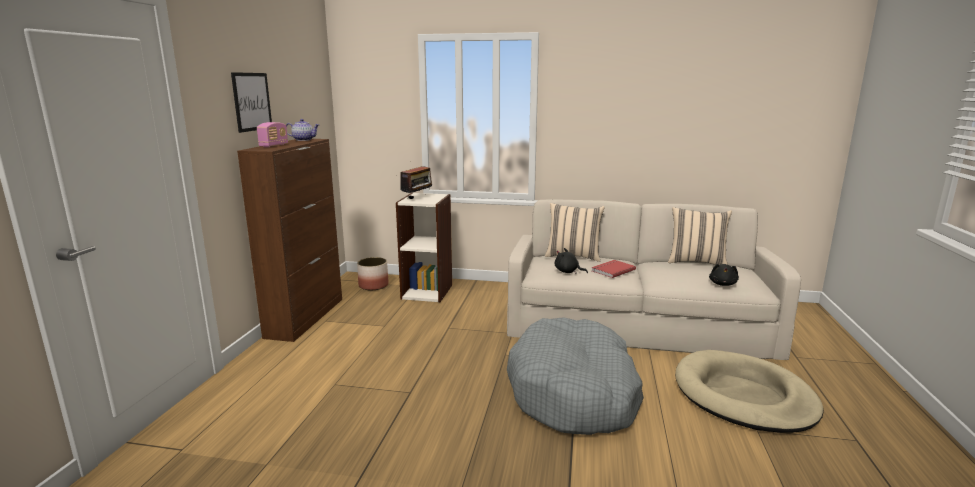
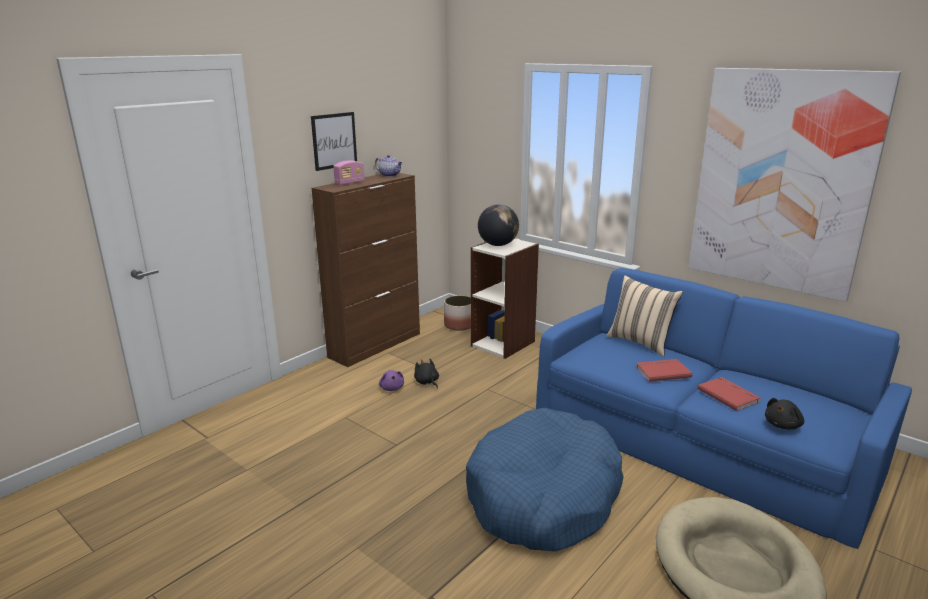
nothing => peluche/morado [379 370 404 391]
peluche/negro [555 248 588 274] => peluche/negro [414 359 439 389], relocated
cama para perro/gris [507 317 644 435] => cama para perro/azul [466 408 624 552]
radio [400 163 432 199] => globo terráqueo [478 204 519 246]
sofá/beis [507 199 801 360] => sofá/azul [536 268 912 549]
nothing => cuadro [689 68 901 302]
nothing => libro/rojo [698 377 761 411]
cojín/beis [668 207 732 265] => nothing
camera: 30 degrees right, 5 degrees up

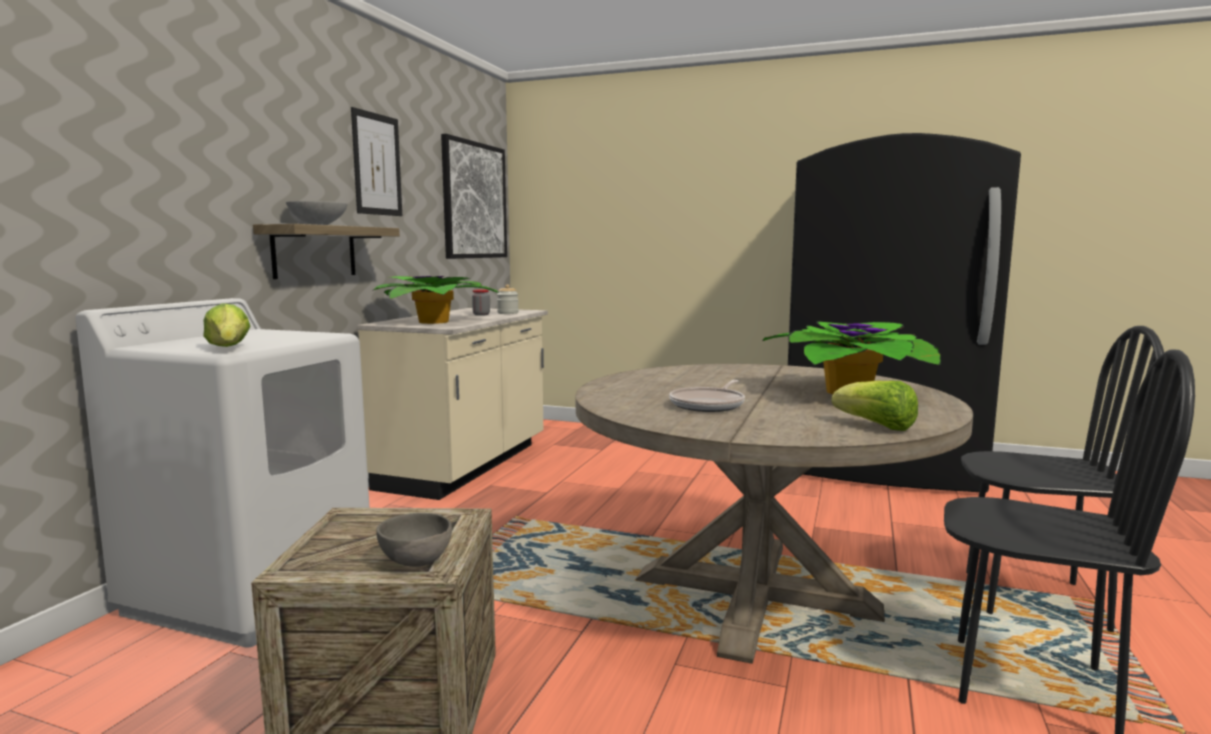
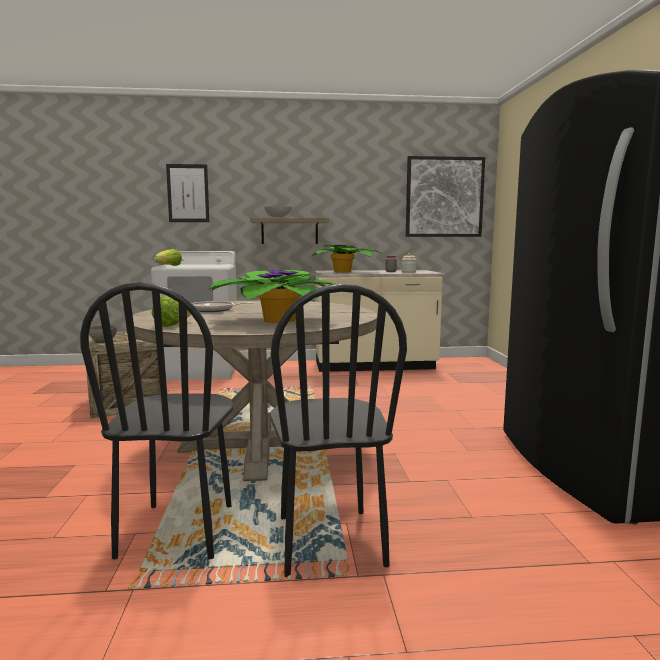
cuadro [351 107 402 216] => cuadro [166 164 209 222], relocated
camera: 65 degrees right, 0 degrees up

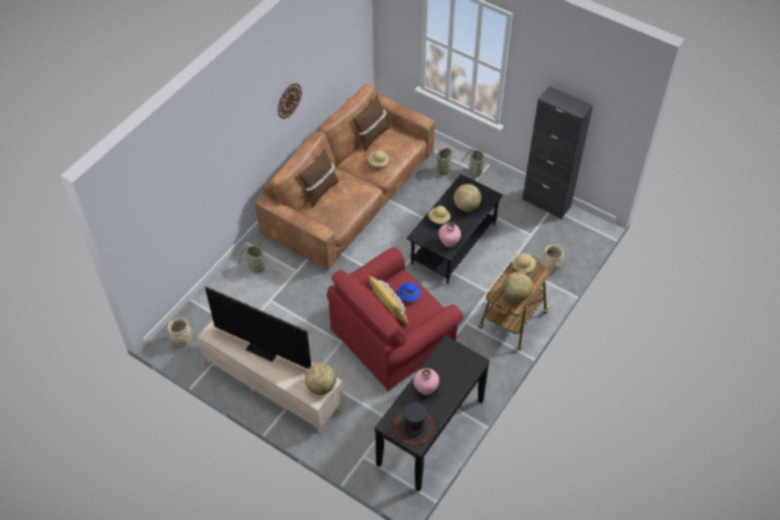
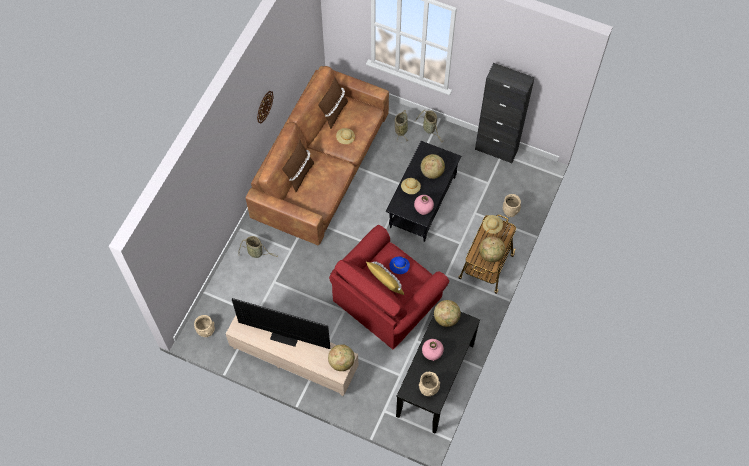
sombrero [393 402 435 446] => florero/beis [419 372 440 396]
nothing => globo terráqueo [434 300 461 327]
camera: 10 degrees left, 10 degrees up

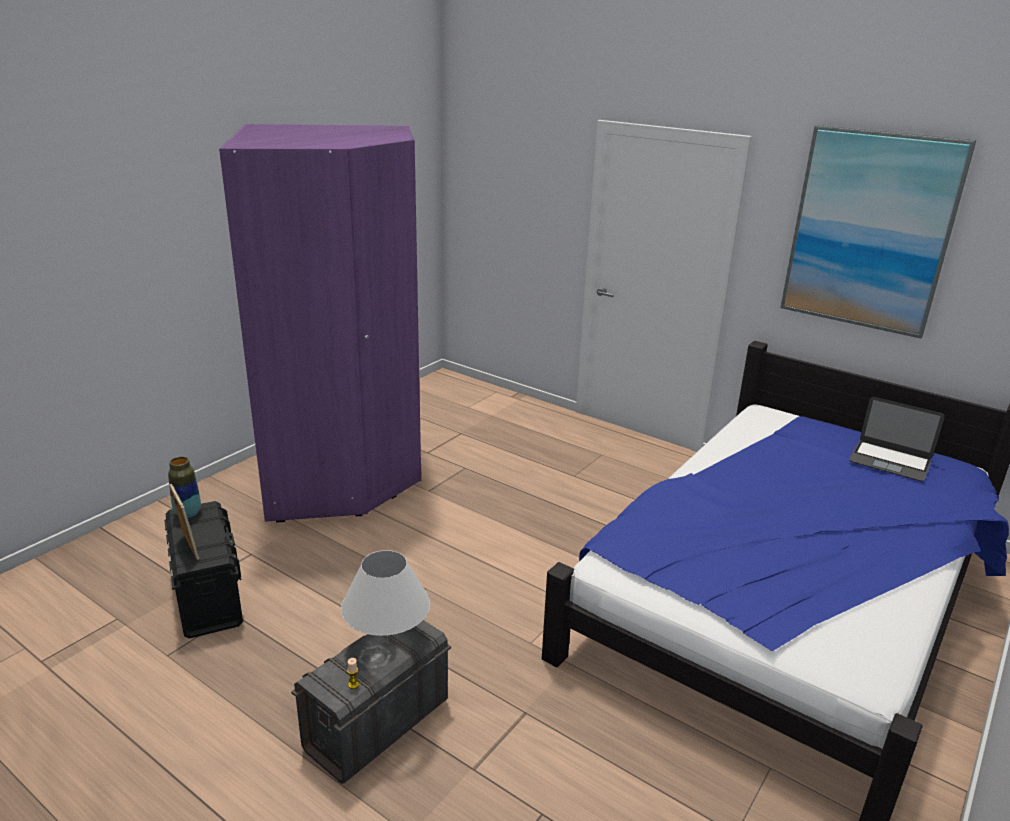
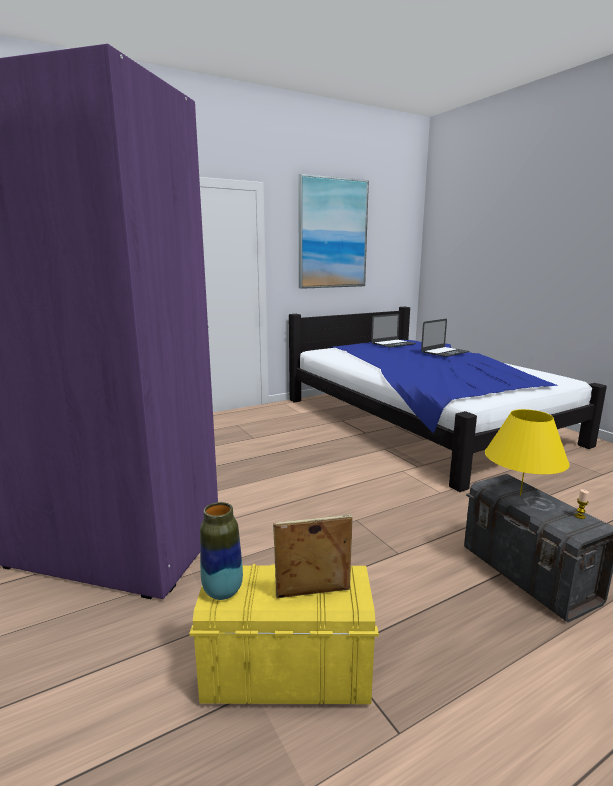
caja de almacenaje/negro [164 501 243 639] => caja de almacenaje/amarillo [189 564 379 704]
nothing => portátil [421 319 469 357]
lámpara de mesa/blanco [341 550 430 643] => lámpara de mesa/amarillo [485 409 570 496]
camera: 65 degrees left, 10 degrees down

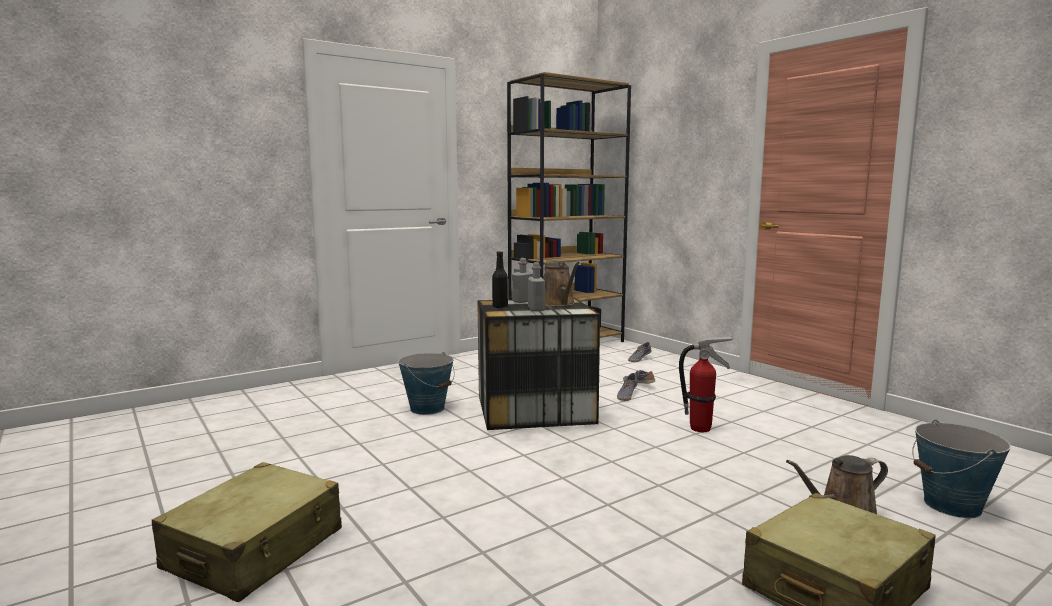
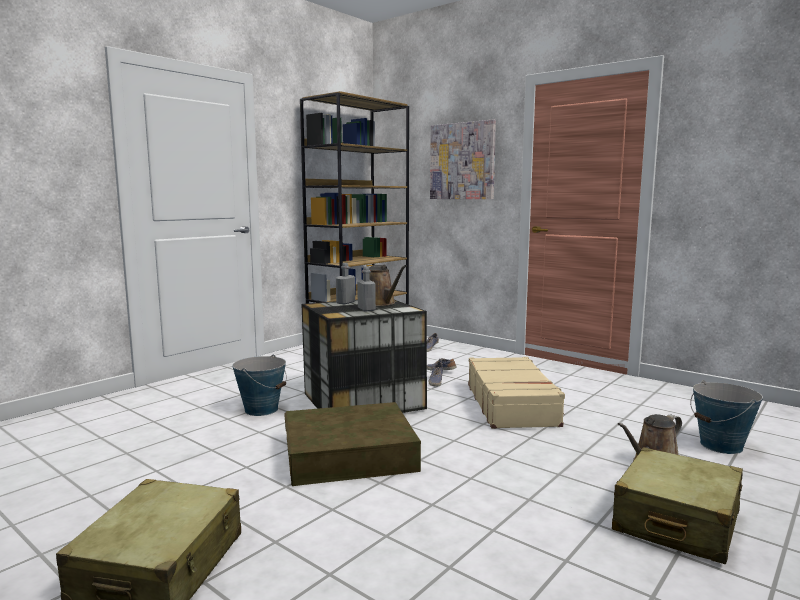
nothing => caja de almacenaje/marrón [284 402 421 486]
nothing => cuadro [430 119 496 199]
extintor [679 336 733 432] => maleta/beis [468 357 565 429]
botella/negro [492 251 508 308] => nothing
camera: 15 degrees left, 0 degrees up

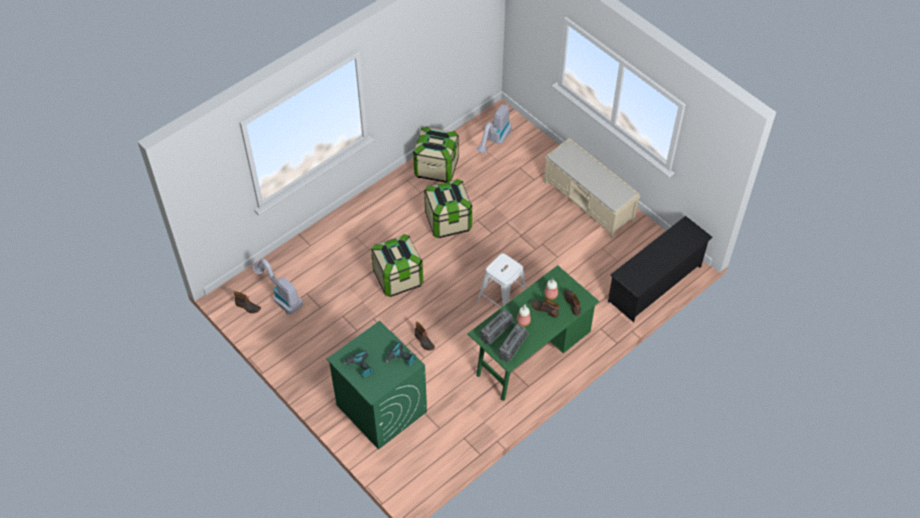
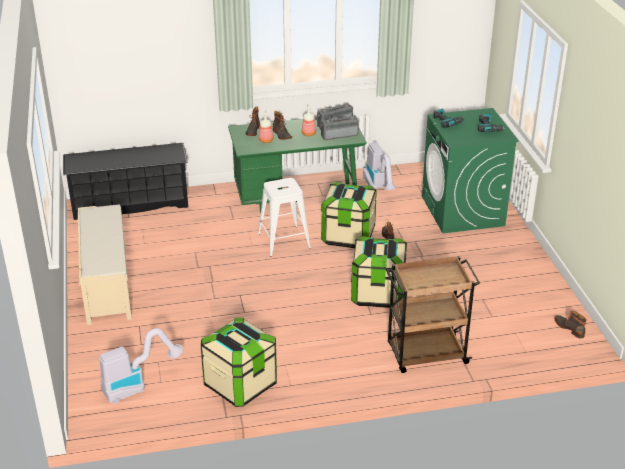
caja de almacenaje [424 179 472 238] => caja de almacenaje [321 182 377 248], relocated
aspiradora [253 258 303 315] => aspiradora [363 142 397 190], relocated
nothing => carrito/marrón [386 256 480 373]
camera: 150 degrees left, 20 degrees down

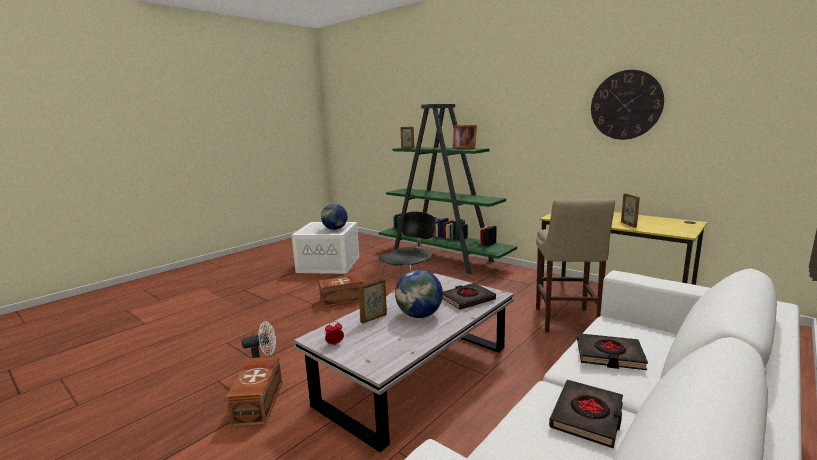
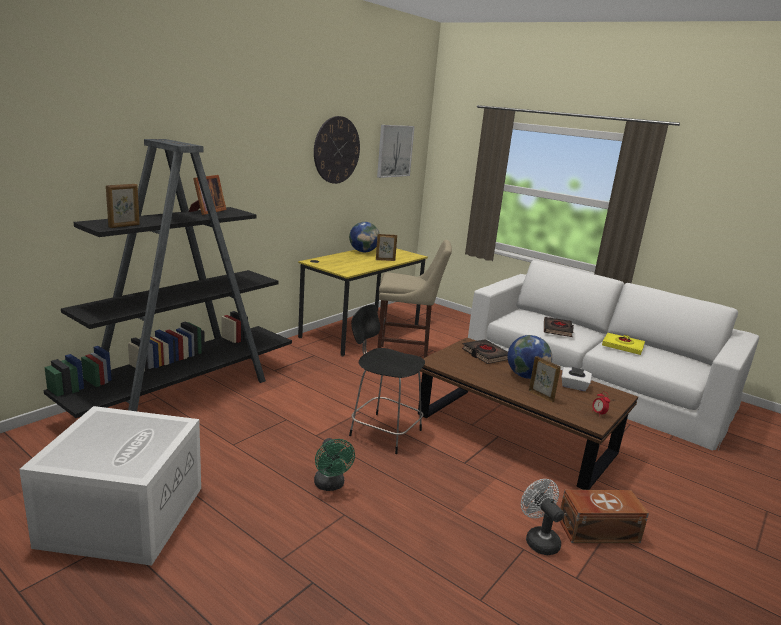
estantería/verde [378 104 517 274] => estantería/negro [44 139 292 418]
caja de almacenaje/marrón [319 275 364 308] => ventilador/verde [314 438 355 491]
globo terráqueo [321 204 347 230] => globo terráqueo [349 222 379 252], relocated
nothing => cuadro [377 125 415 178]
mesa de centro/blanco [294 273 514 452] => mesa de centro/marrón [418 338 638 490]
nothing => caja de pañuelos/blanco [561 367 592 391]
libro/negro [549 380 623 449] => libro/amarillo [602 333 645 355]
camera: 95 degrees left, 5 degrees up

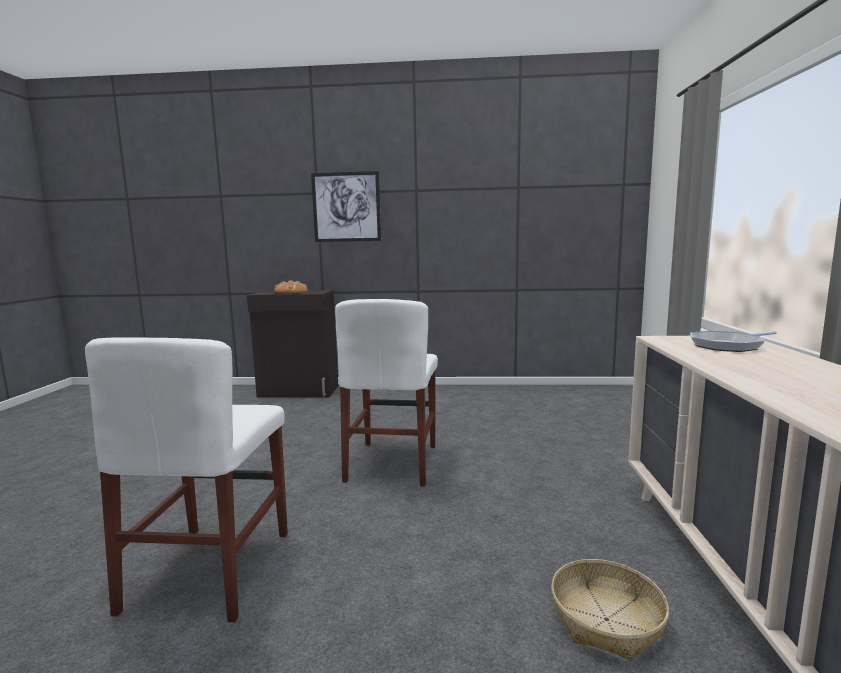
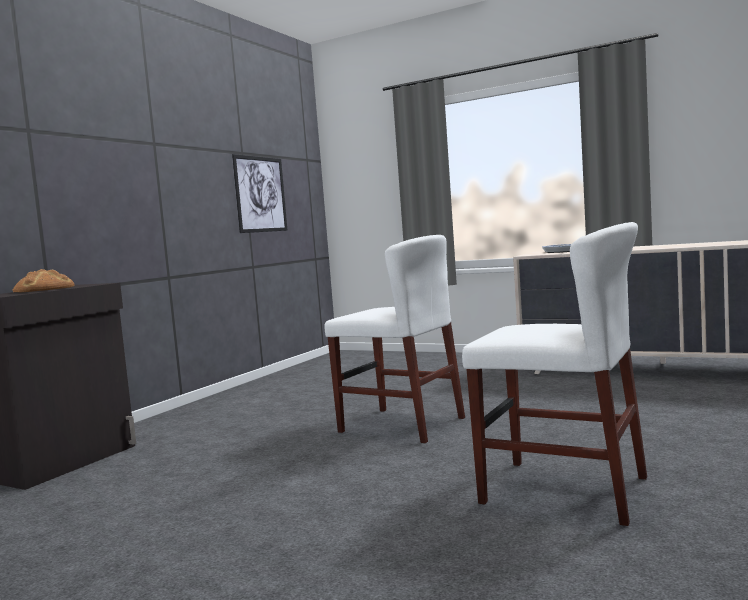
cuadro [311 171 381 242] => cuadro [232 154 287 233], relocated
cesta [551 559 669 661] => nothing
camera: 65 degrees left, 5 degrees down

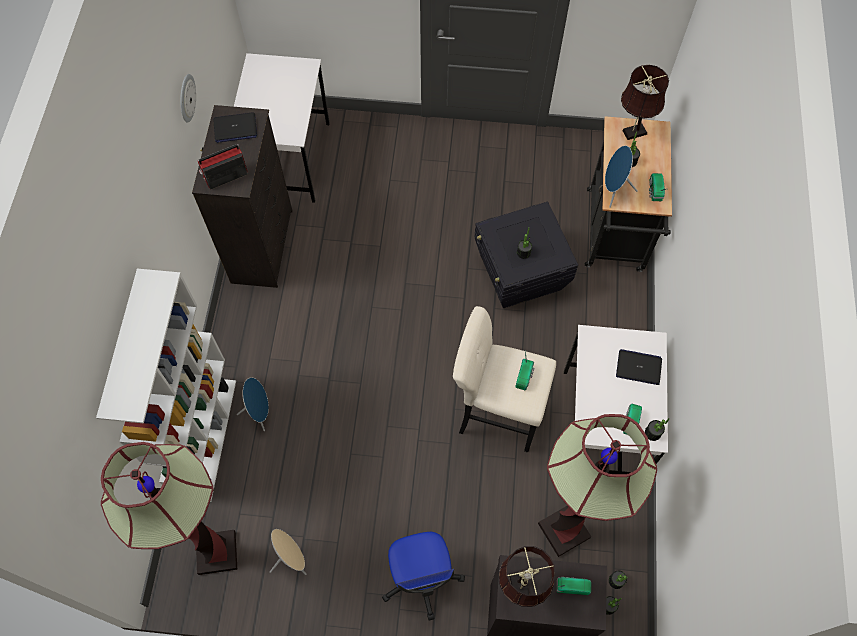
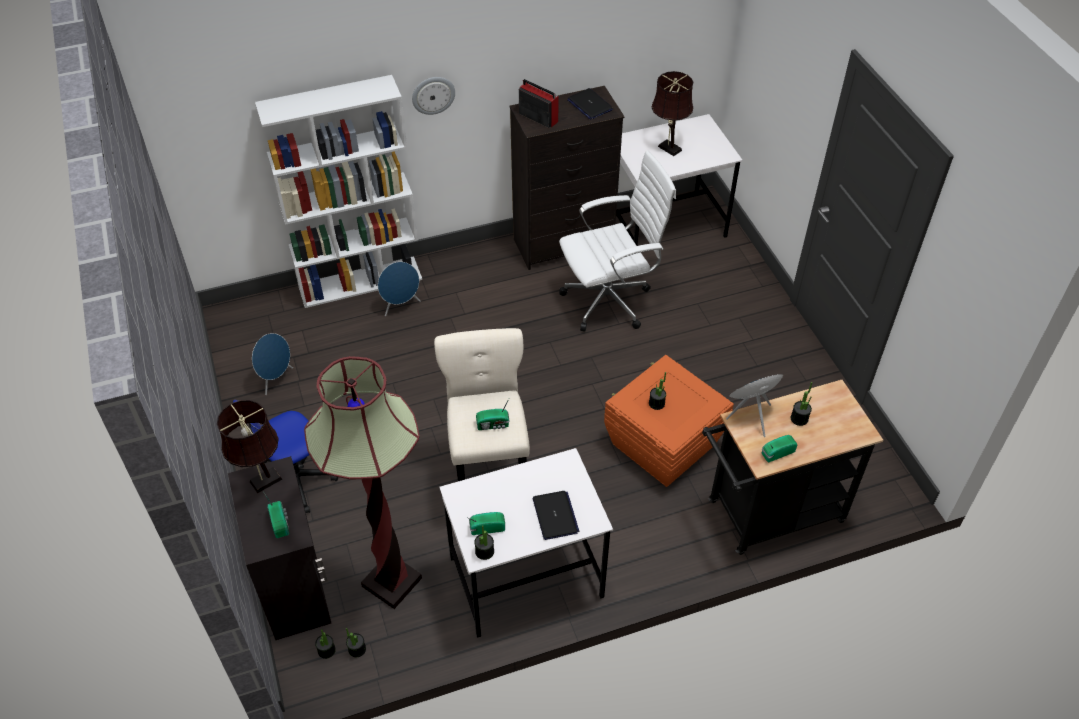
altavoz/beis [270 529 306 575] => altavoz/azul [252 333 293 395]
reloj de pared [180 74 196 123] => reloj de pared [412 77 455 115], relocated
nothing => silla de oficina/blanco [559 150 676 332]
caja de almacenaje/negro [474 202 578 308] => caja de almacenaje/naranja [604 355 734 487]
lámpara de mesa/marrón [621 65 669 140] => lámpara de mesa/marrón [652 71 693 156], relocated
lámpara de pie [101 442 237 575] => nothing
camera: 65 degrees right, 15 degrees down

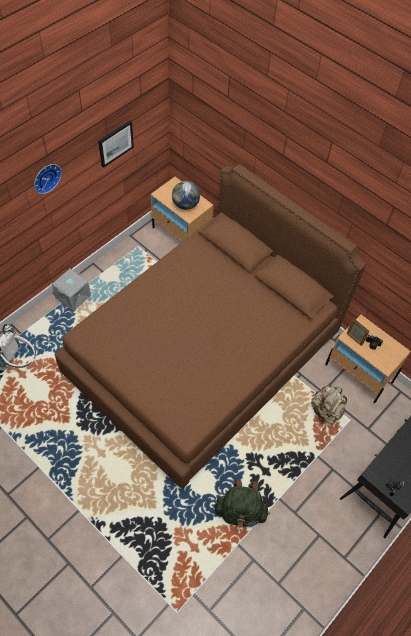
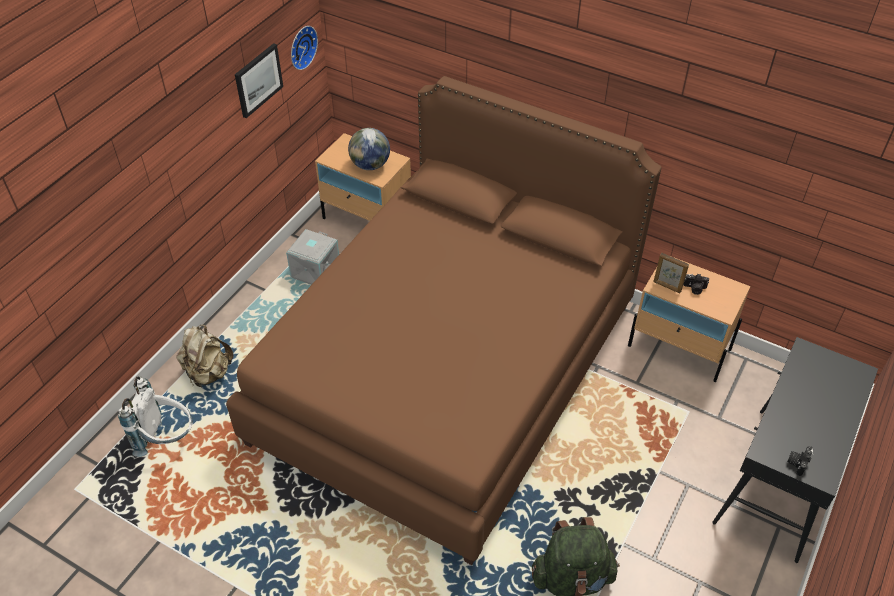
mochila/beis [311 385 347 424] => mochila/beis [176 324 233 387], relocated
caja de almacenaje/gris [52 269 91 311] => caja de almacenaje/gris [286 229 339 285], relocated
reloj de pared [34 164 62 194] => reloj de pared [291 26 318 70], relocated
camera: 10 degrees left, 10 degrees down

